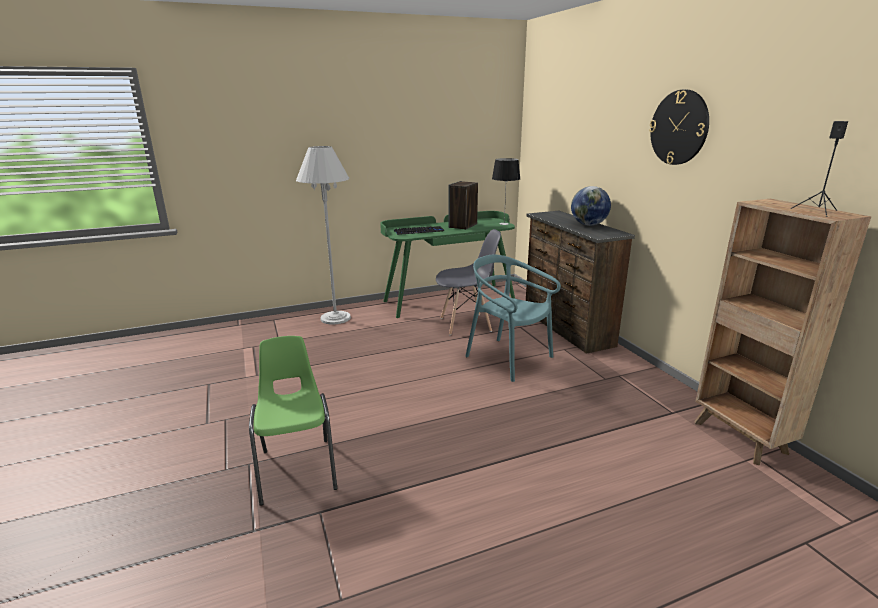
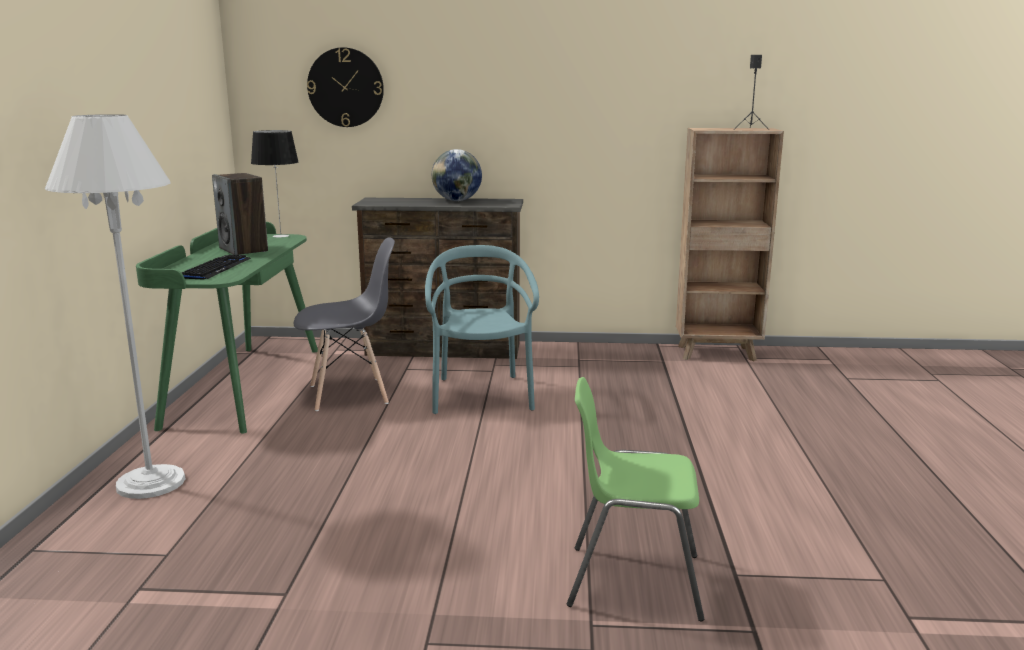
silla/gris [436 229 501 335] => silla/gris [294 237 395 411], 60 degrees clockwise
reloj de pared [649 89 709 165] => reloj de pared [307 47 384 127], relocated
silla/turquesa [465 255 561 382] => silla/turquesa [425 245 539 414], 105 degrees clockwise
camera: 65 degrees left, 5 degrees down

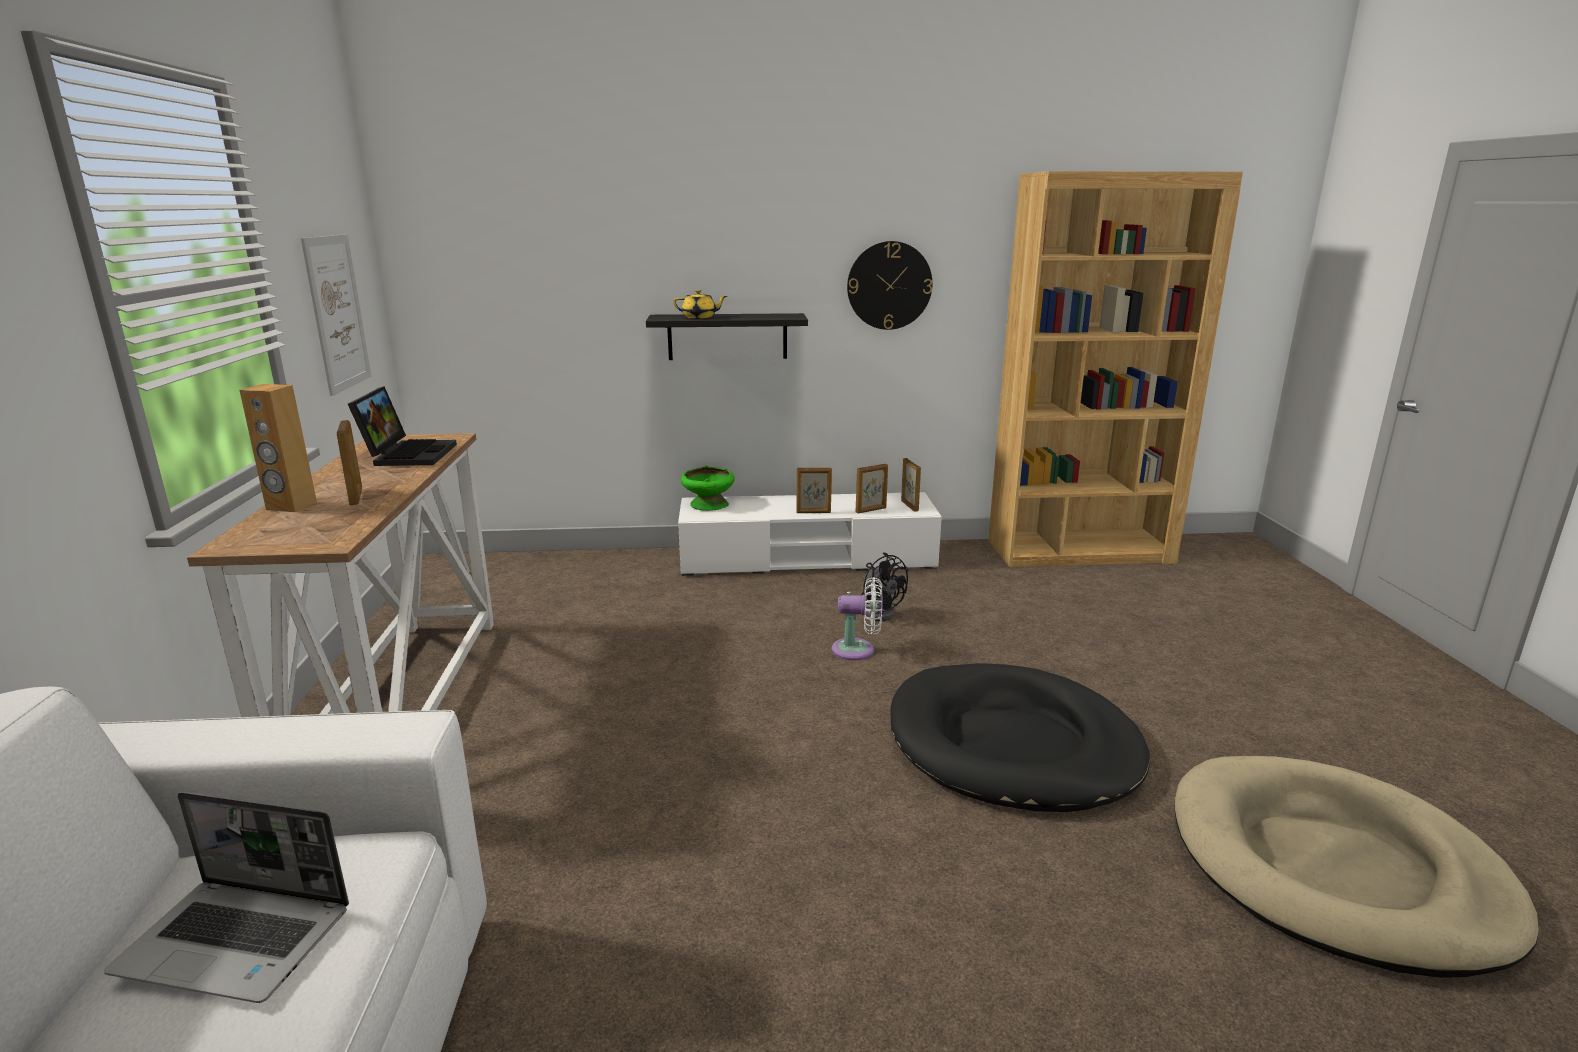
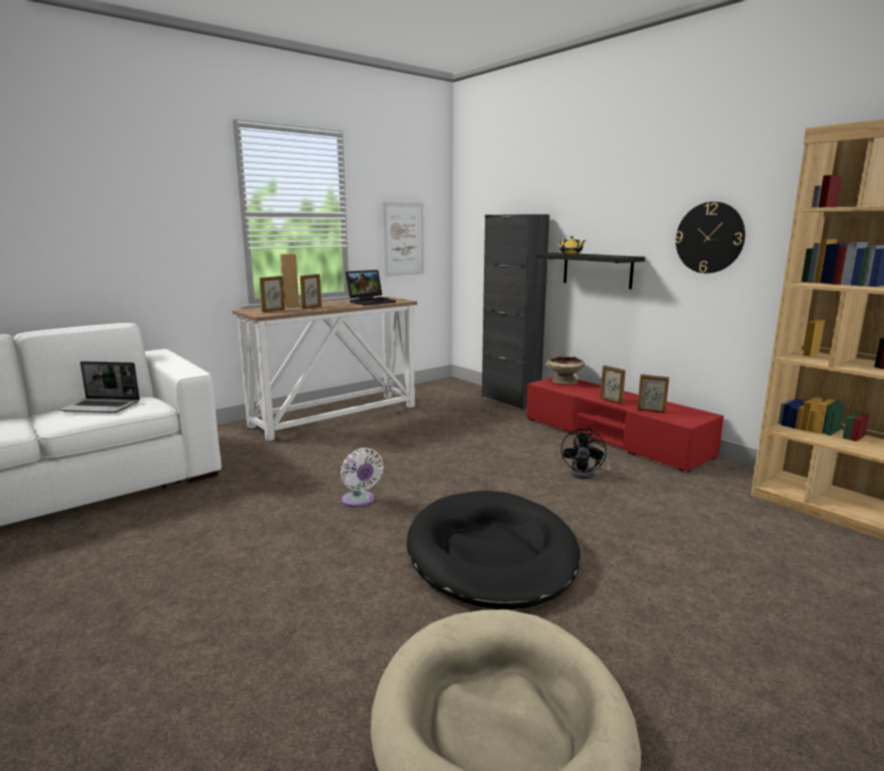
portátil [104 792 349 1003] => portátil [59 361 140 413], 60 degrees counterclockwise
portarretratos [901 458 921 512] => portarretratos [259 276 285 312], relocated
ventilador/blanco [832 577 883 661] => ventilador/blanco [341 448 384 507], relocated
nothing => armario/negro [482 214 549 409]
mueble de televisión/blanco [678 492 942 576] => mueble de televisión/rojo [526 377 724 473]
cuenco/verde [681 465 735 511] => cuenco/beis [547 356 585 385]
camera: 55 degrees right, 5 degrees down

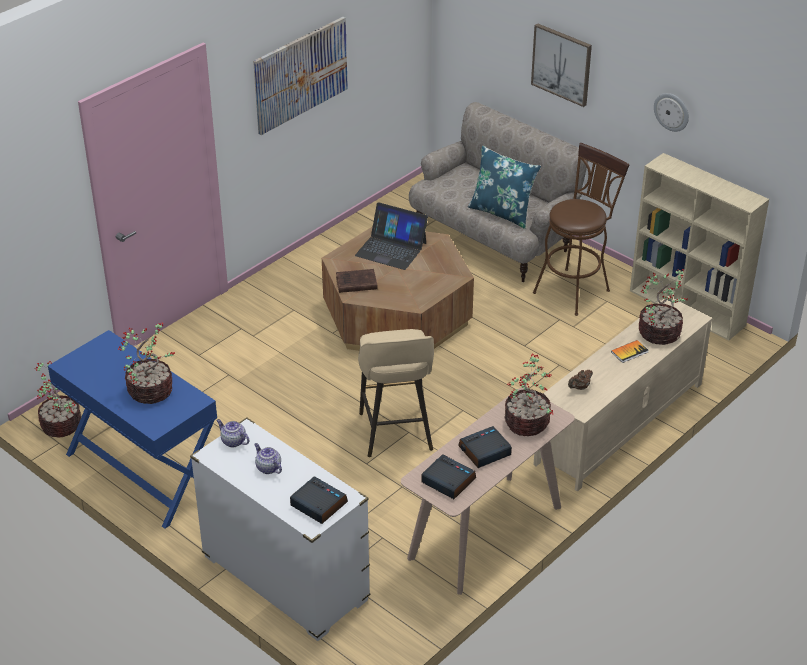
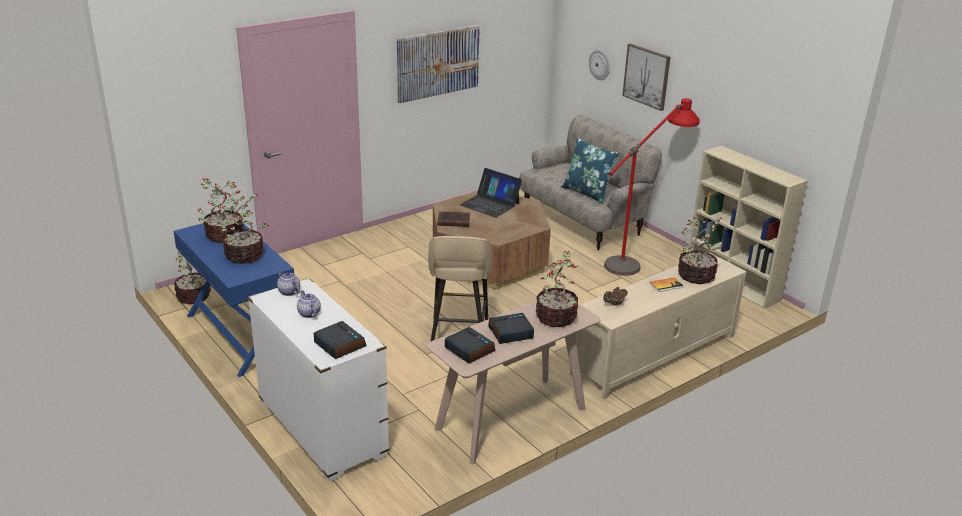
nothing => planta en maceta [198 178 243 243]
reloj de pared [654 93 689 132] => reloj de pared [589 50 610 80], relocated
taburete/marrón [533 143 630 316] => lámpara de pie/rojo [604 98 700 276]
camera: 10 degrees right, 10 degrees down

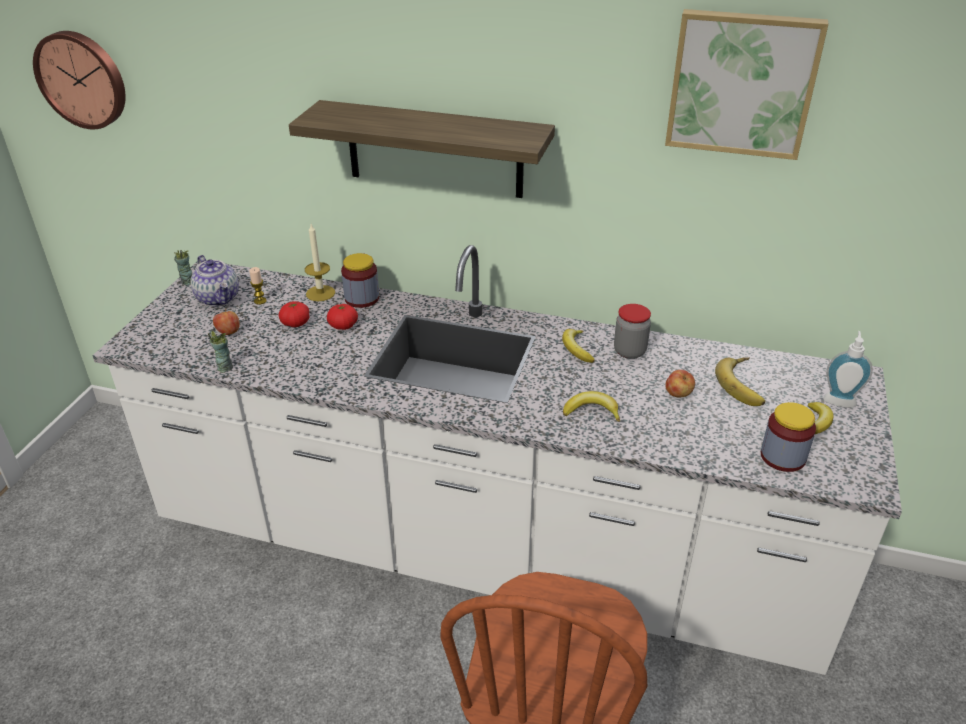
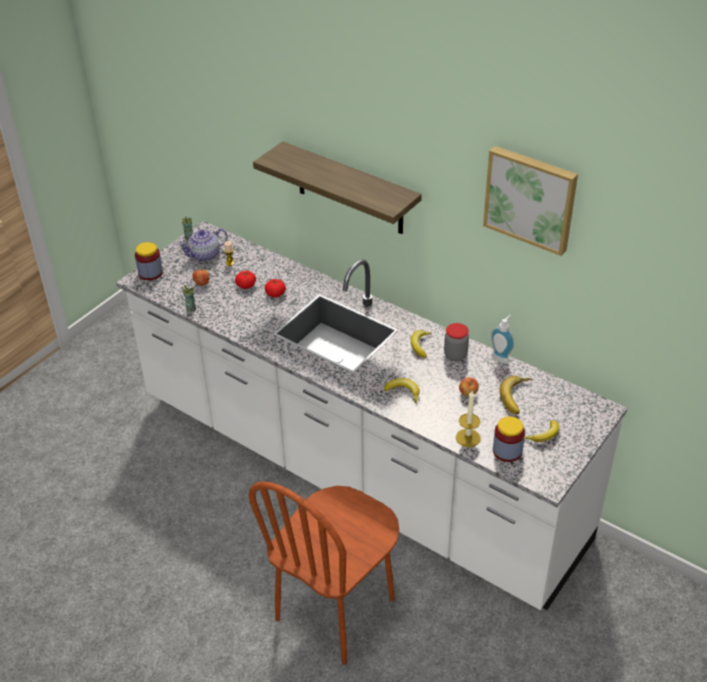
tarro [341 253 379 308] => tarro [135 242 163 280], relocated
tetera [191 255 239 306] => tetera [178 228 228 262], 75 degrees clockwise
vela [305 224 335 301] => vela [456 391 481 447], relocated
dispensador de jabón [823 331 873 408] => dispensador de jabón [491 315 514 364], relocated
reloj de pared [33 31 126 129] => nothing
camera: 20 degrees right, 5 degrees up

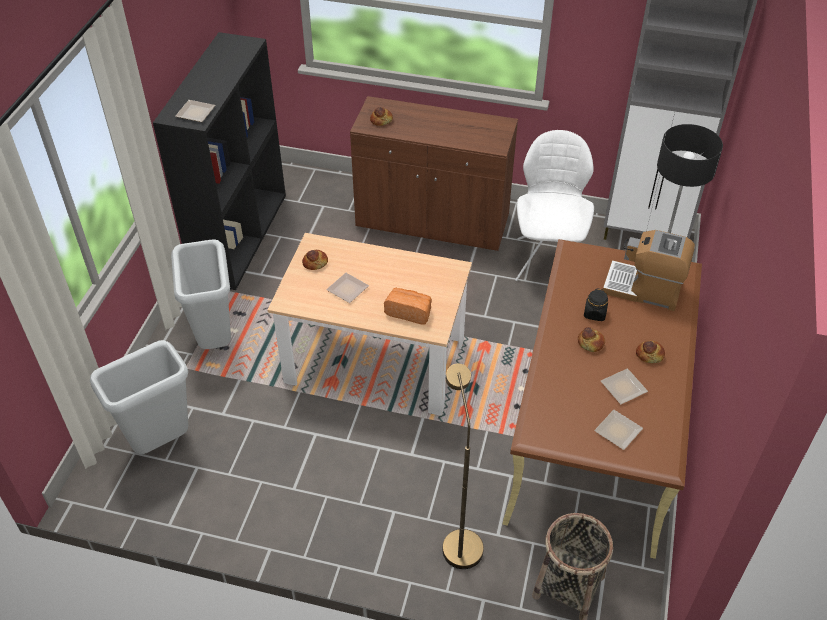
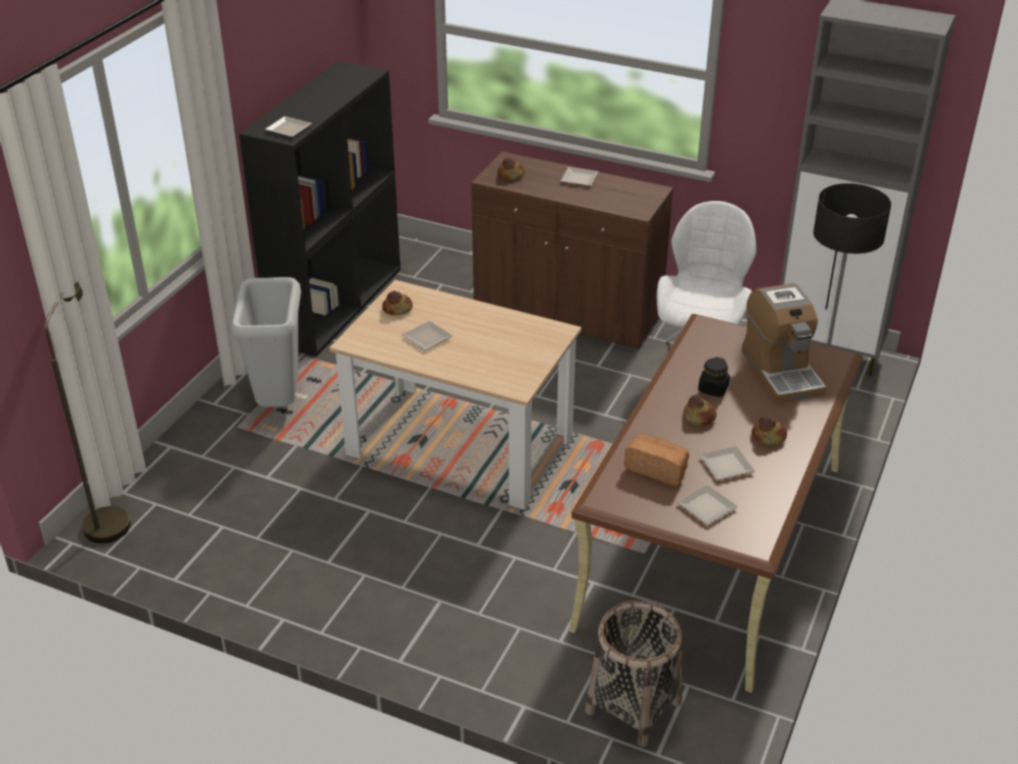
lámpara de pie/marrón [442 363 484 569] => lámpara de pie/marrón [45 282 131 543], relocated
nothing => plato [561 167 599 186]
pan [384 288 432 325] => pan [624 434 689 486], relocated
cafetera [603 230 695 311] => cafetera [742 283 827 403], 135 degrees counterclockwise
papelera/gris [90 340 188 454] => nothing
camera: 10 degrees right, 10 degrees down

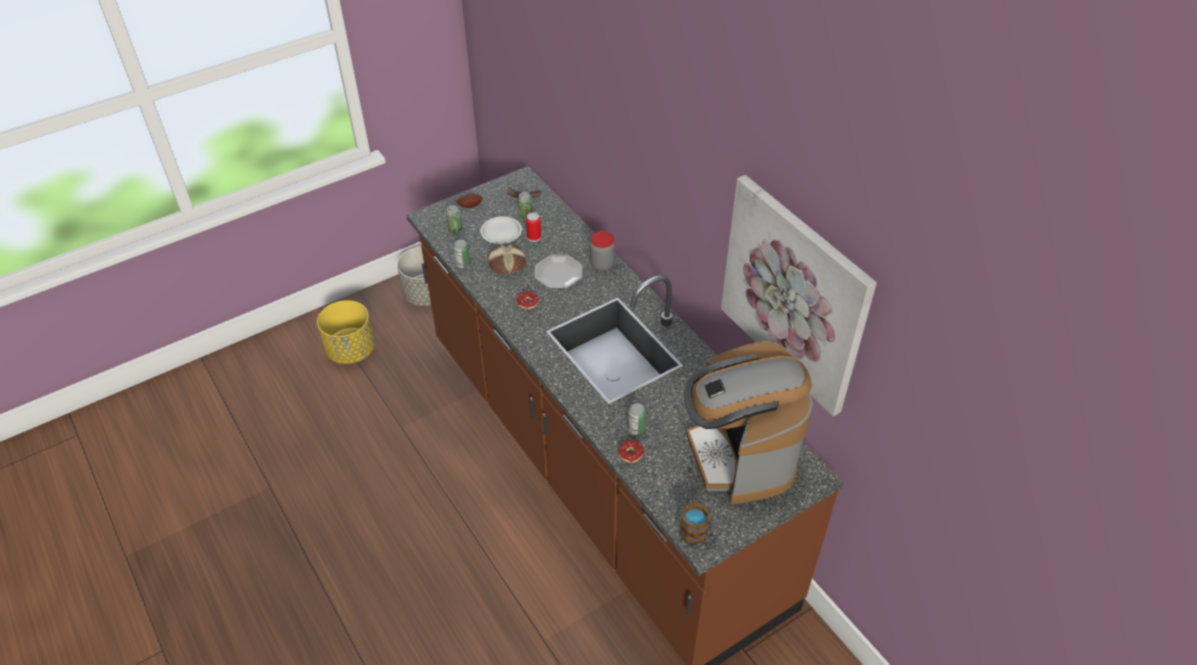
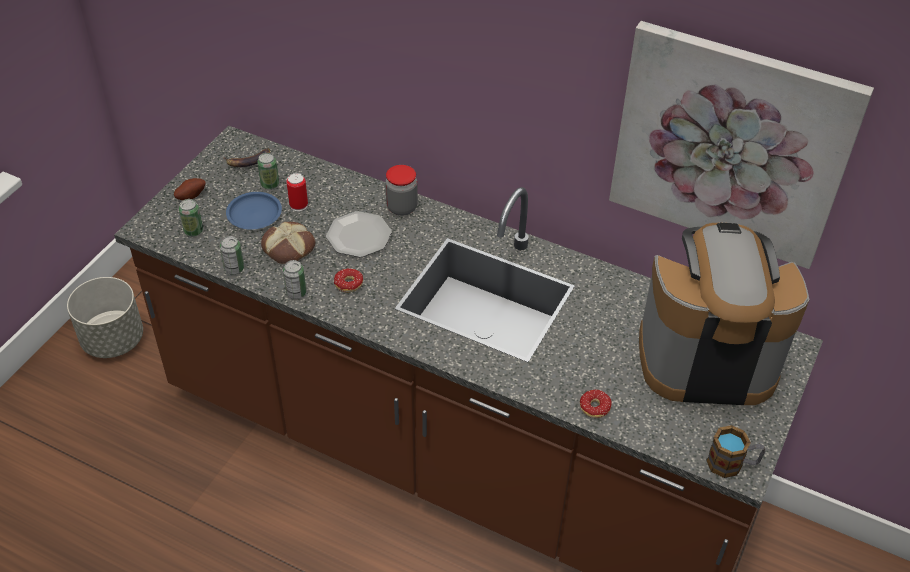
plato/blanco [480 216 522 244] => plato/azul [226 192 282 230]
lata [628 403 646 435] => lata [283 260 306 299], relocated
cafetera [684 341 813 504] => cafetera [639 223 809 405], 135 degrees clockwise
maceta/amarillo [317 300 375 364] => nothing
camera: 30 degrees left, 0 degrees up

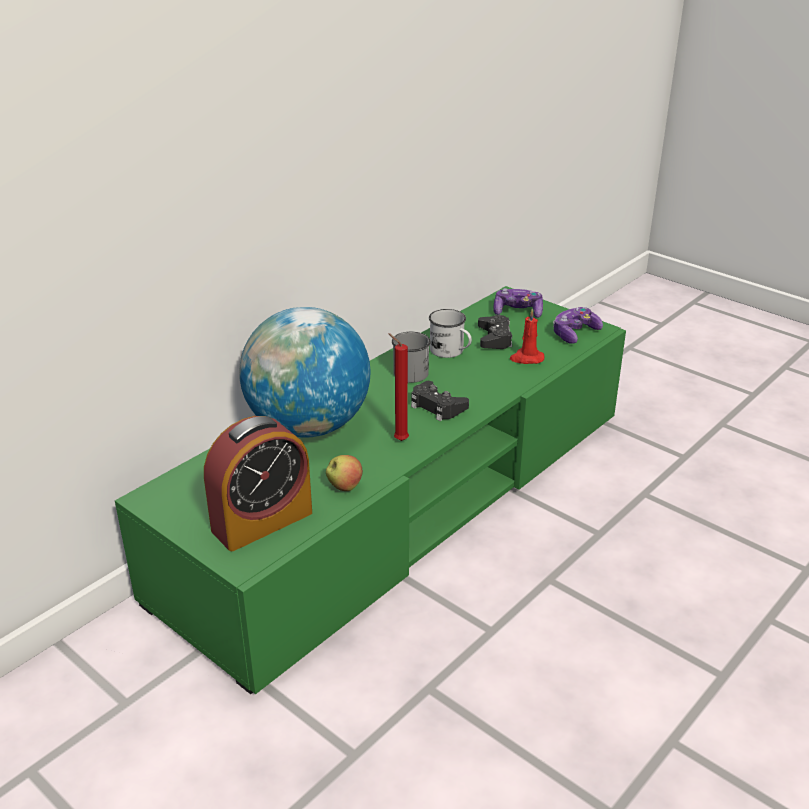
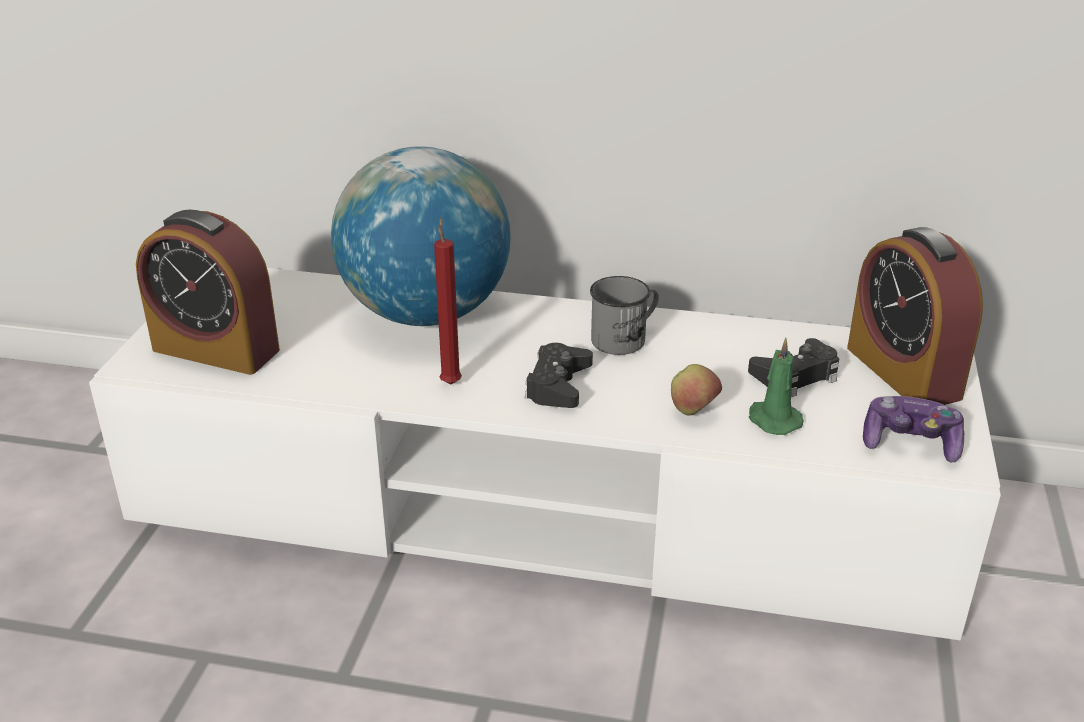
mueble de televisión/verde [115 286 626 694] => mueble de televisión/blanco [89 268 1001 640]
manzana [326 455 363 491] => manzana [671 364 722 415], relocated
vela/rojo [510 309 544 364] => vela/verde [749 338 804 435]
mando de consola [493 288 543 318] => despertador [847 227 983 405]
taza grande/blanco [429 309 472 358] => nothing
camera: 60 degrees right, 0 degrees up

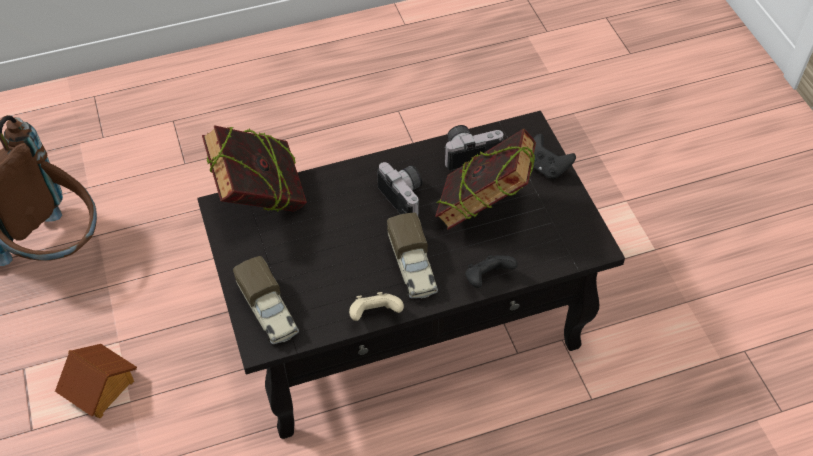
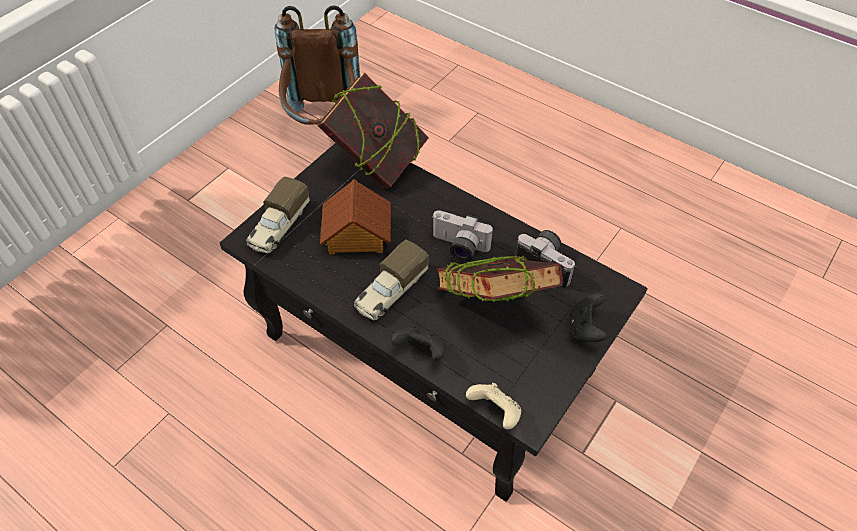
casita [55 344 137 418] => casita [320 179 391 255], relocated
cámara [377 162 422 215] => cámara [433 210 493 261], 90 degrees clockwise
mando de consola/beis [349 292 404 321] => mando de consola/beis [466 383 521 430], relocated
camera: 55 degrees right, 0 degrees up

